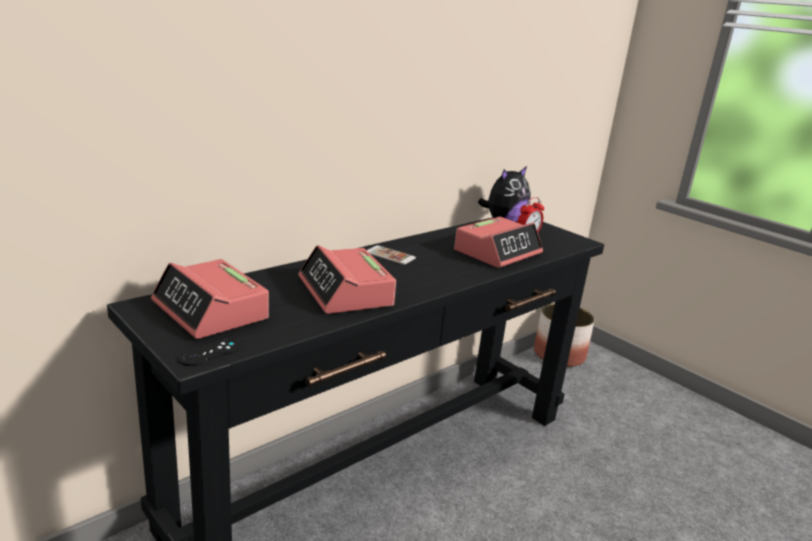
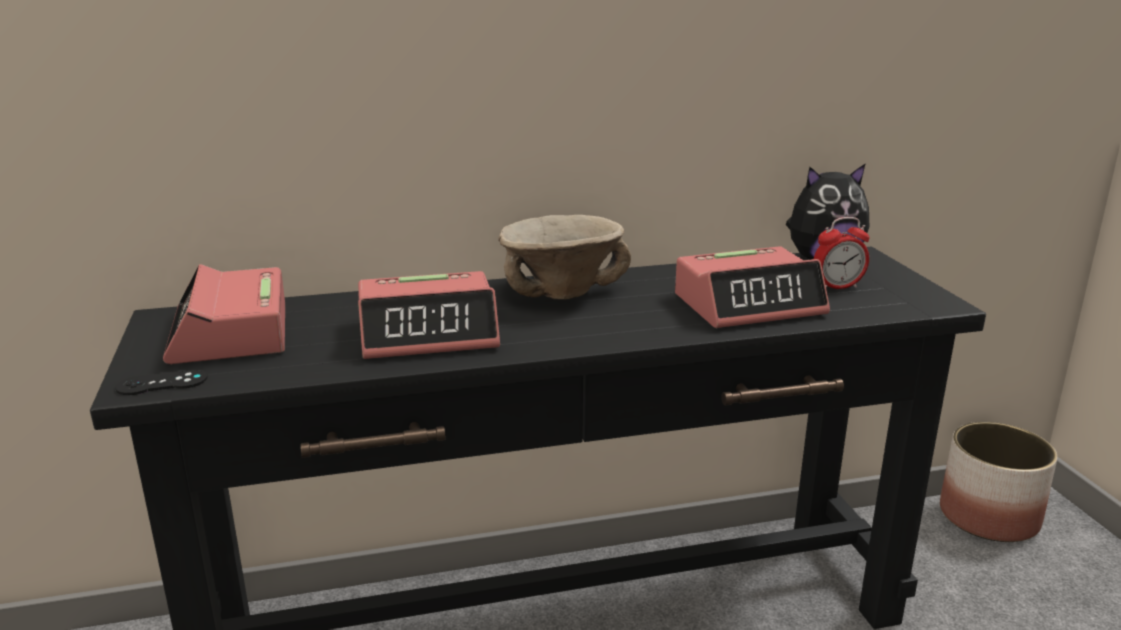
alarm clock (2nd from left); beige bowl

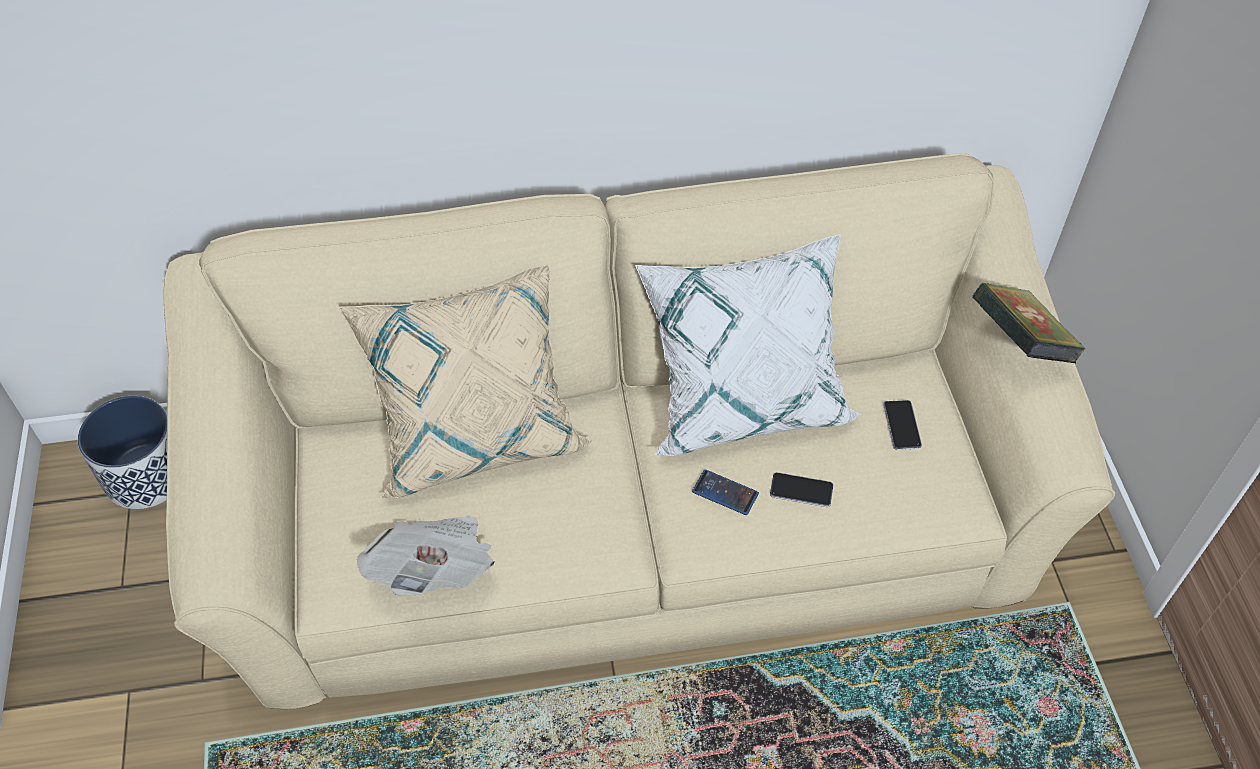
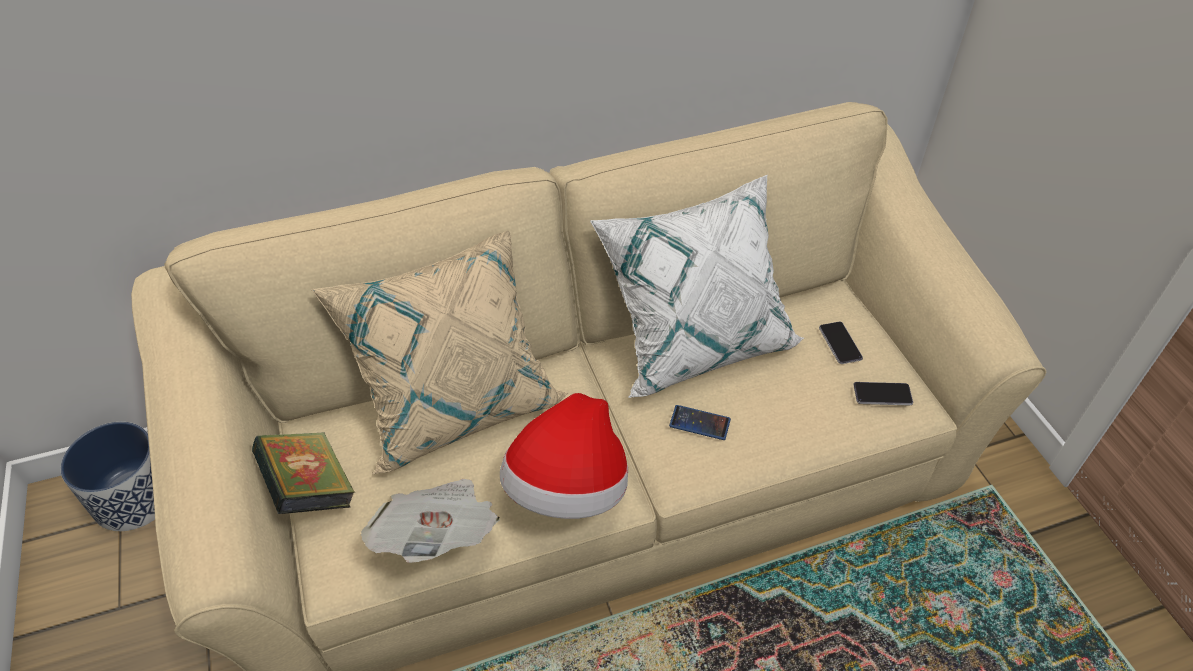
book; hat; phone (3rd from left)

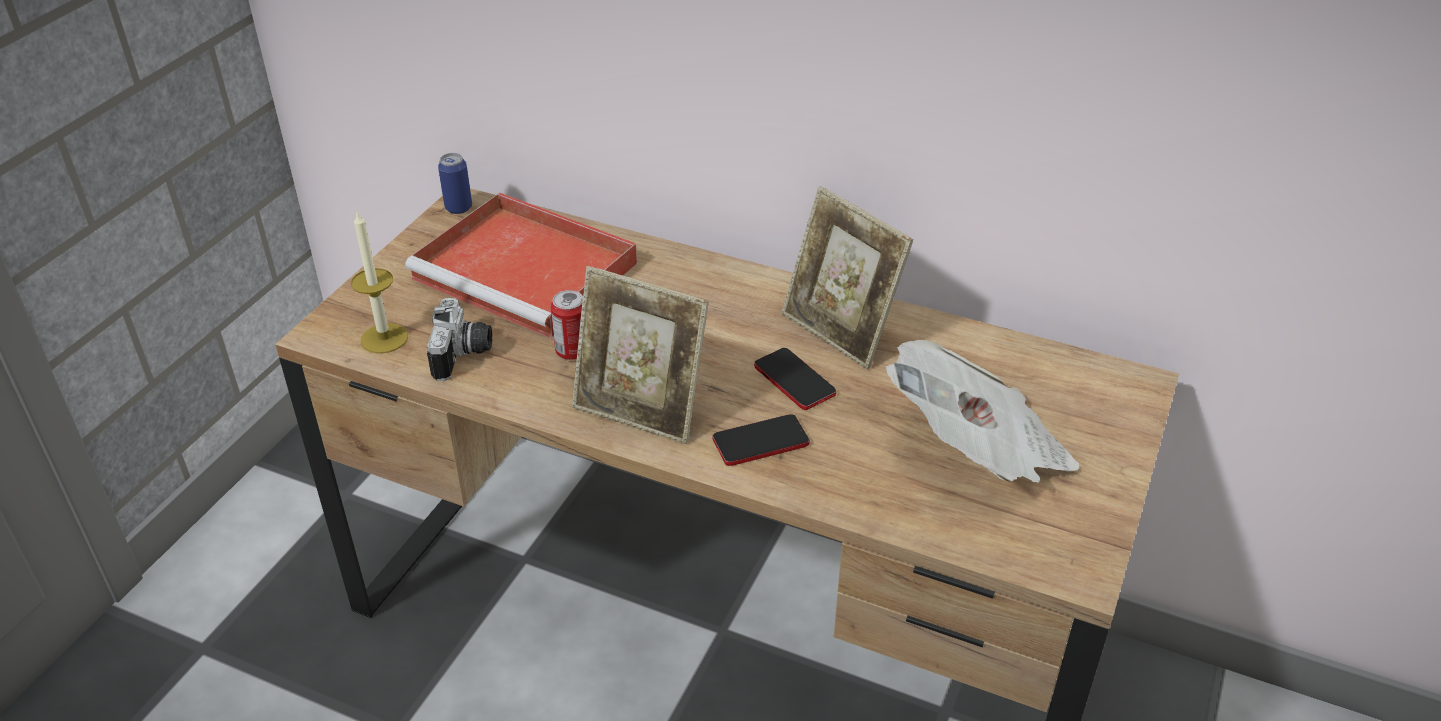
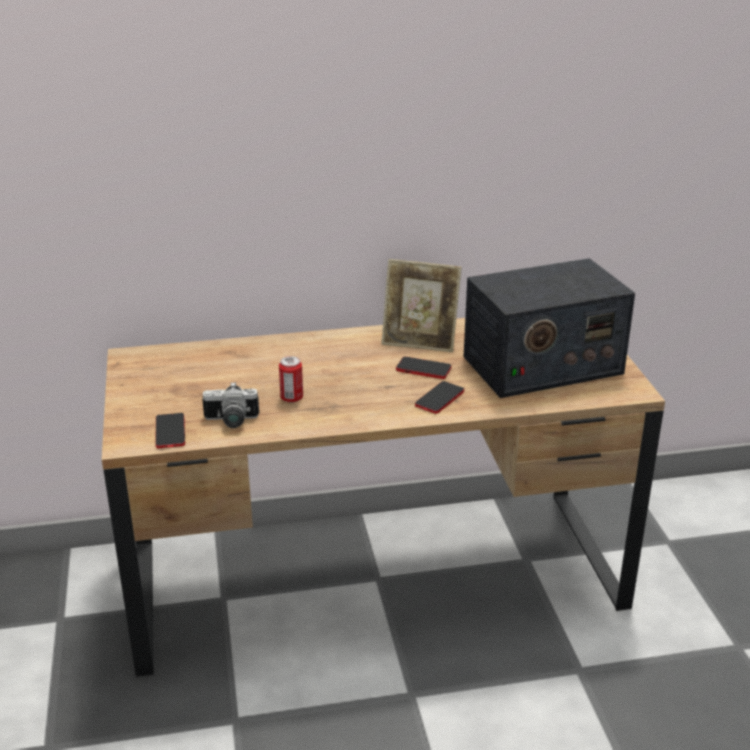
phone (1st from left); photo camera; radio; red tray; can (1st from left in the first image); picture frame (1st from left in the first image)

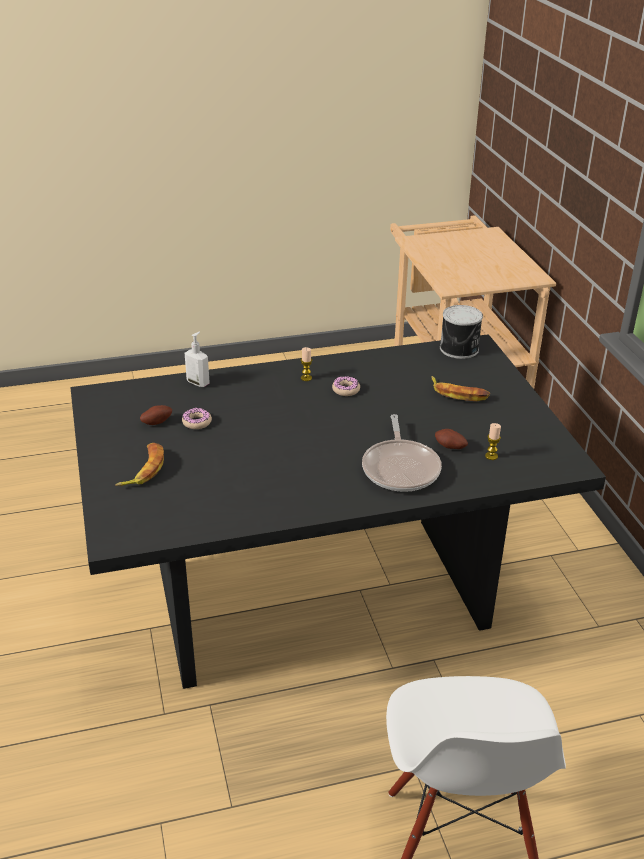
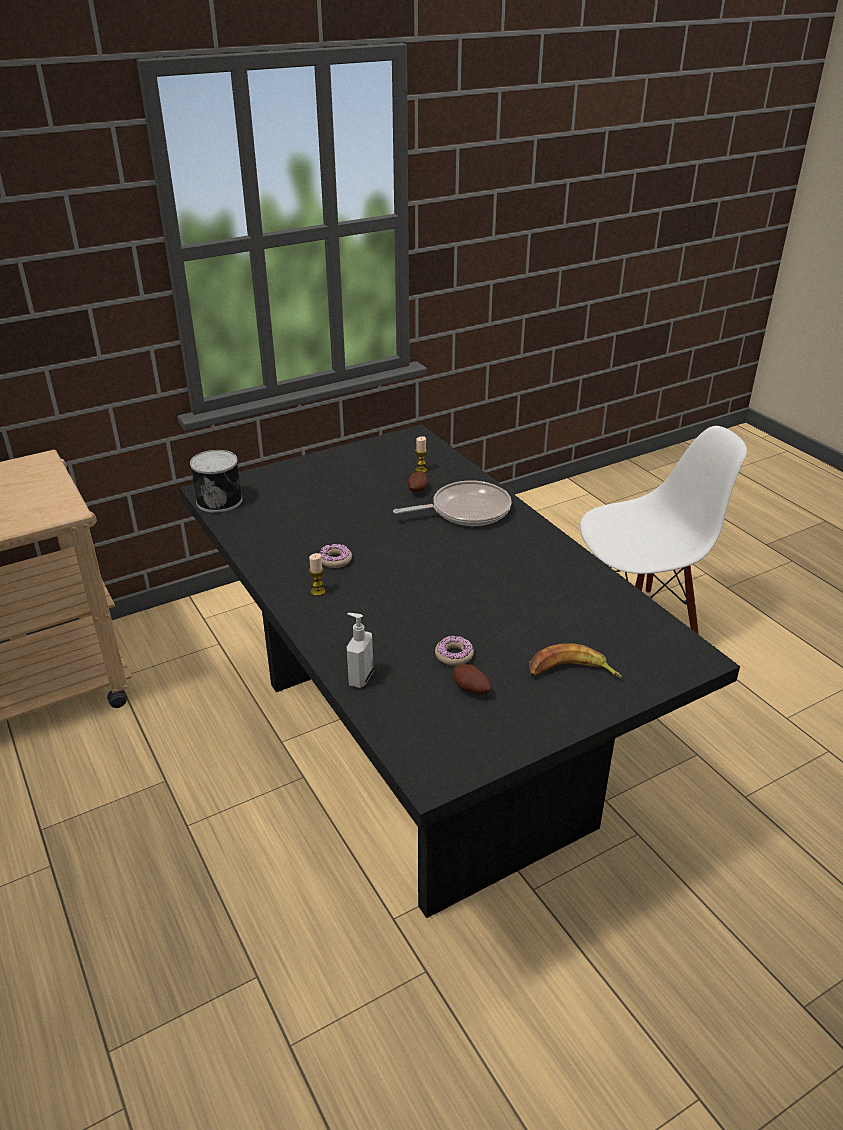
banana (2nd from left in the first image)

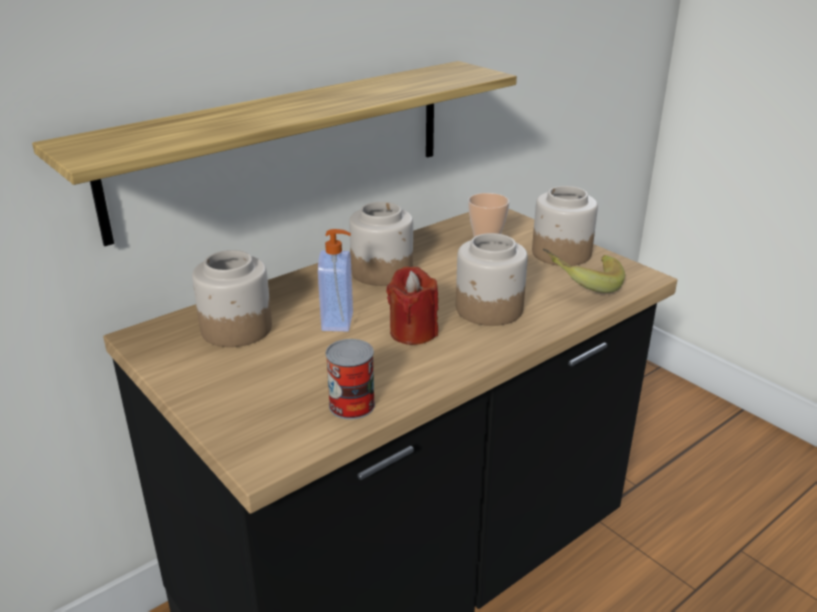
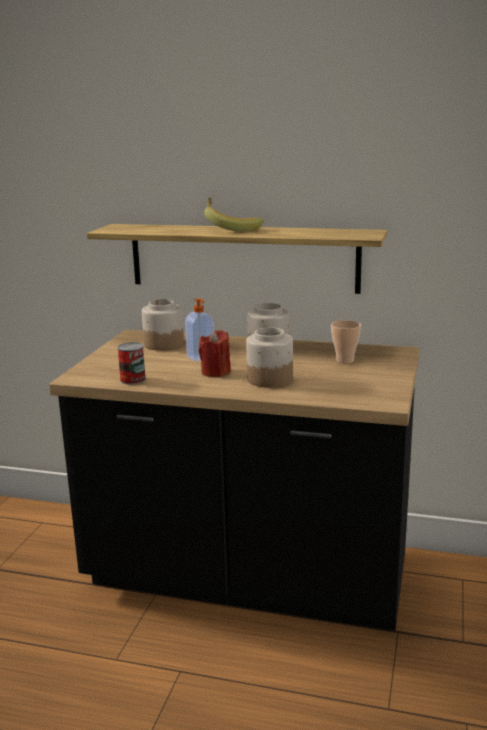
banana; jar (4th from left in the first image)

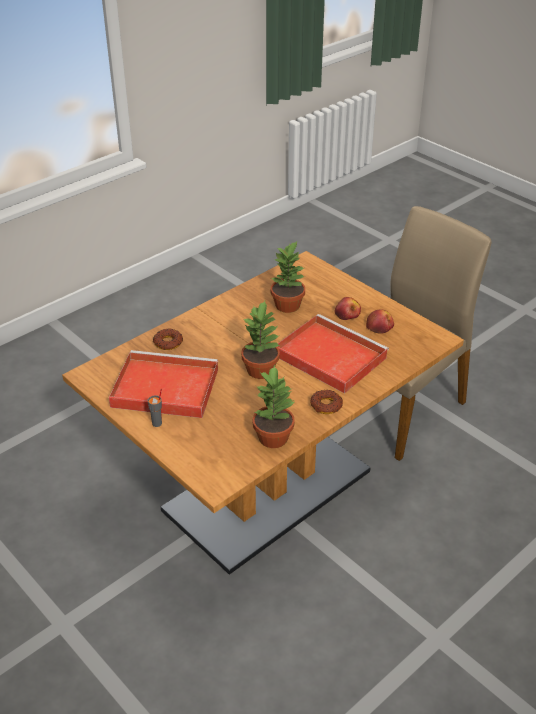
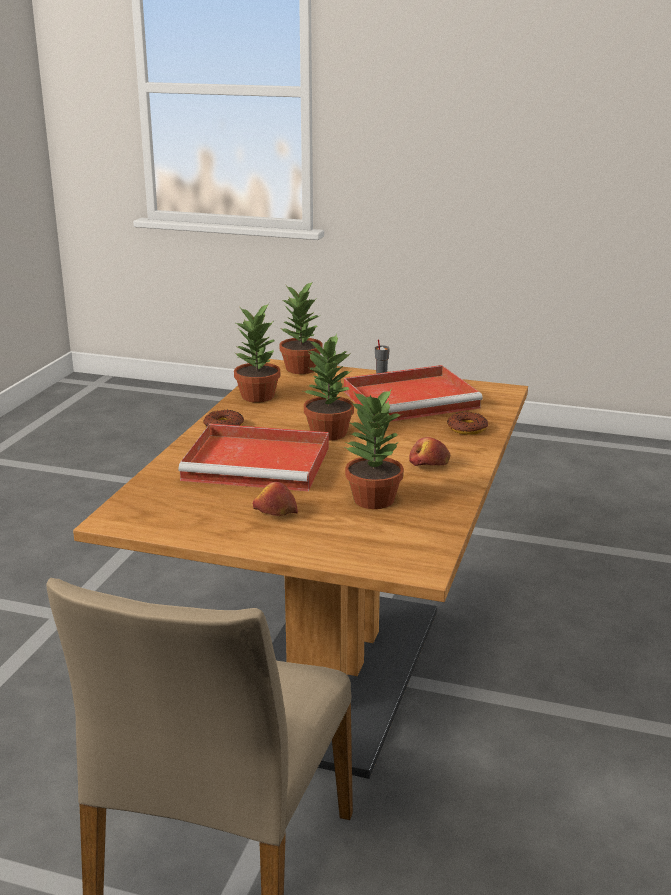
potted plant (2nd from left); apple (2nd from left)

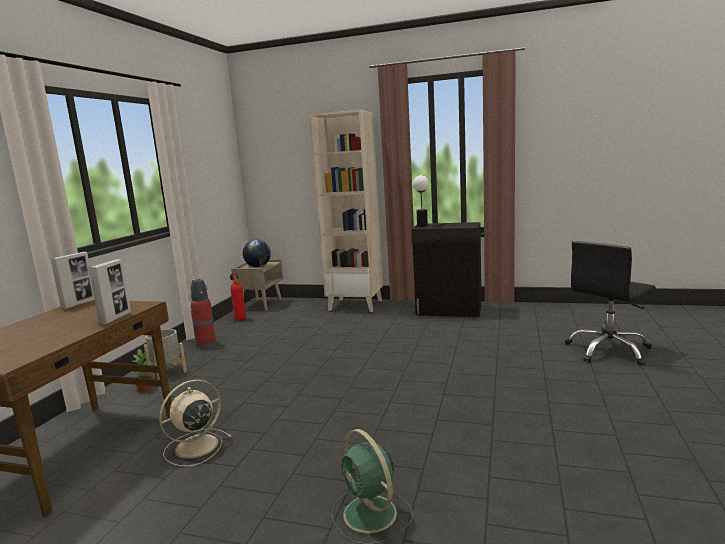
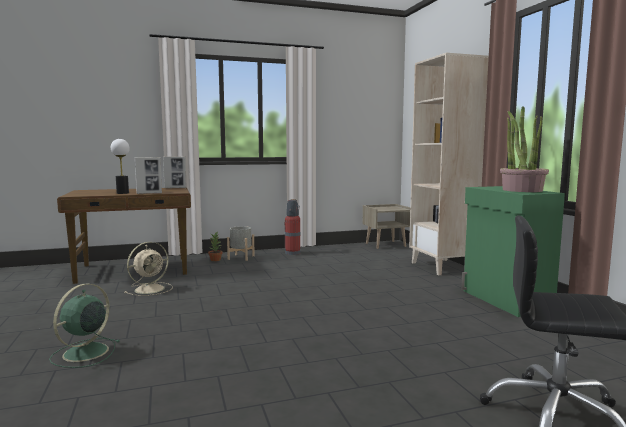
table lamp; beige fan; green cabinet; potted plant (2nd from left); fire extinguisher (2nd from left in the first image); globe

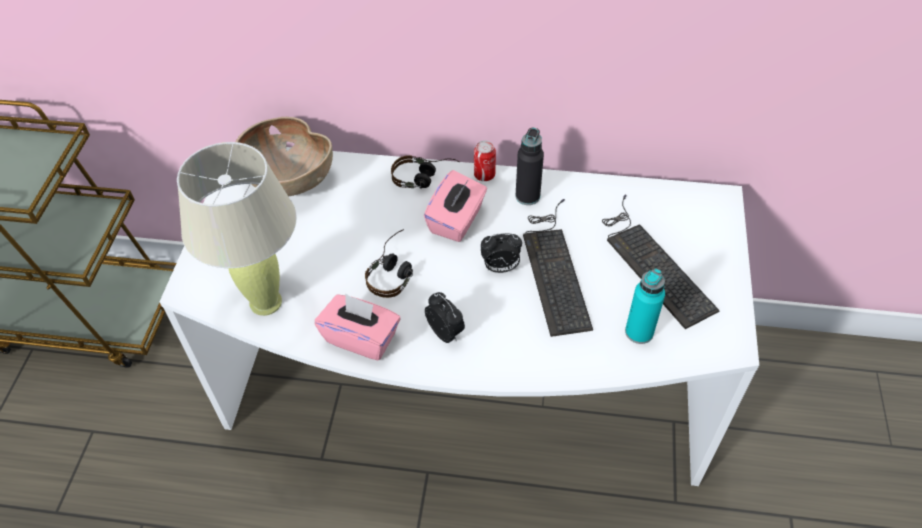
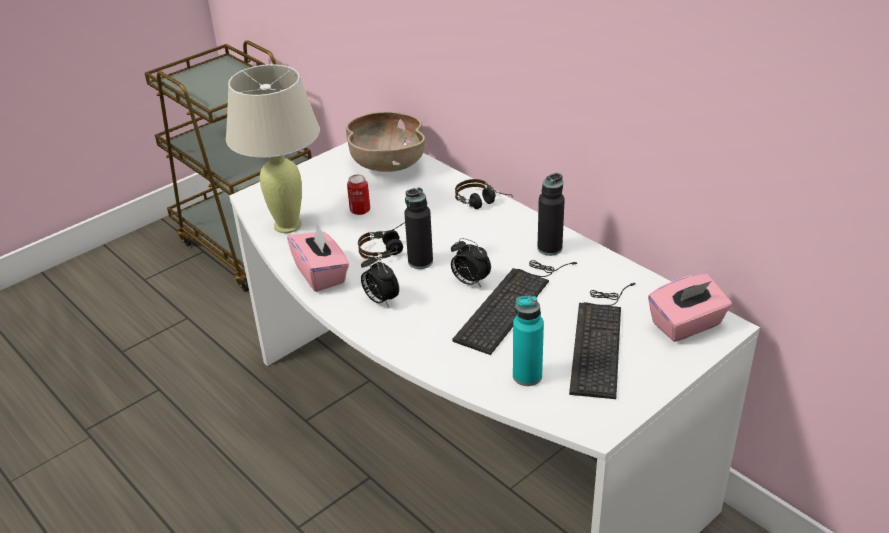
can; alarm clock (1st from left); black bottle (1st from left); pink tissue box (2nd from left)

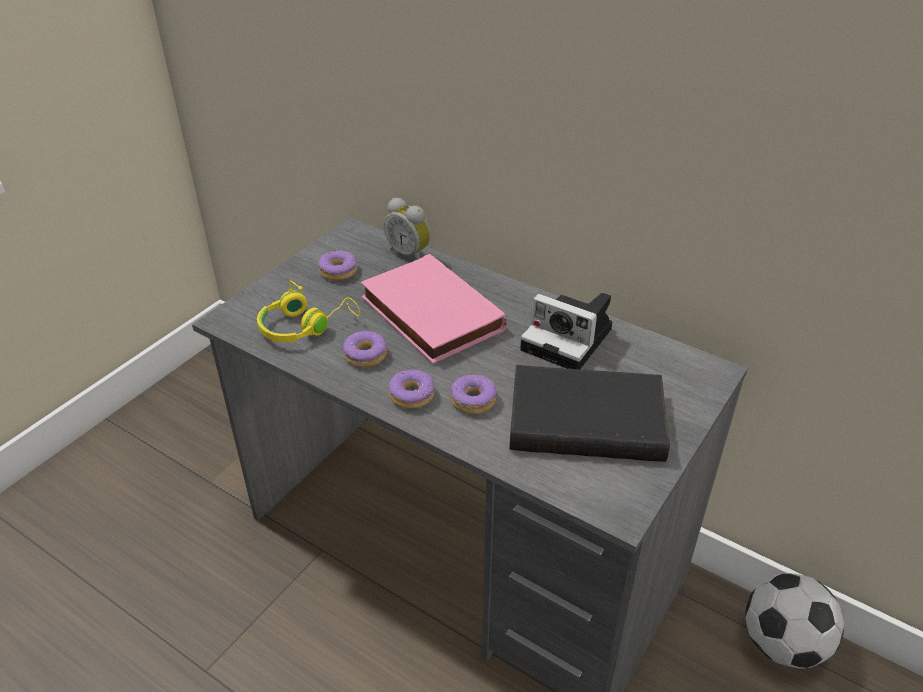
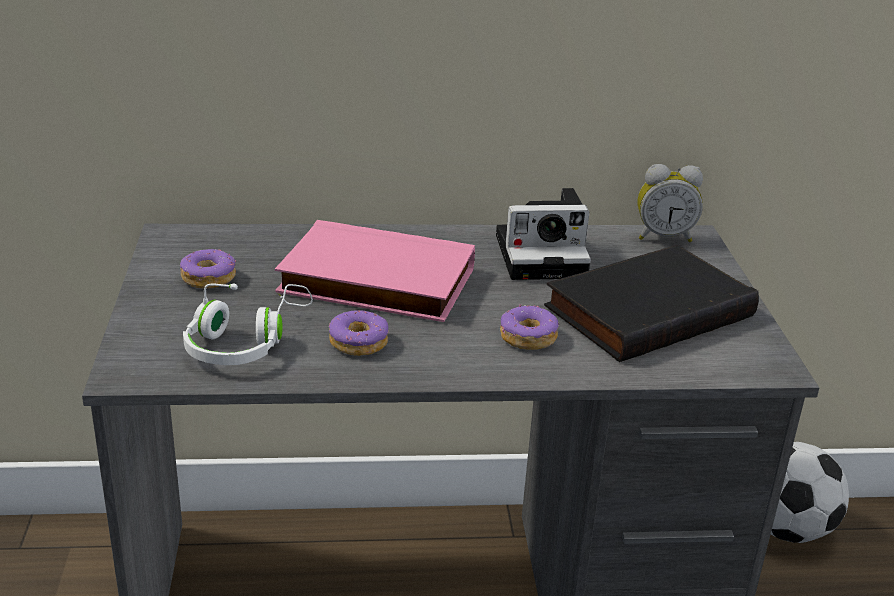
white headphones; alarm clock; donut (3rd from left in the first image)

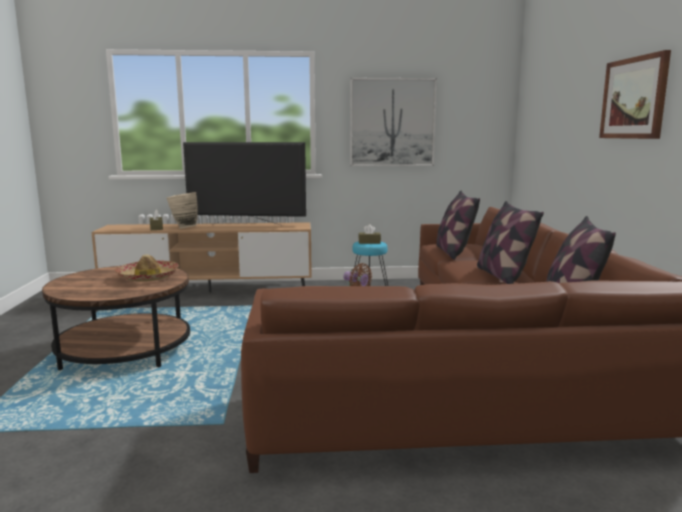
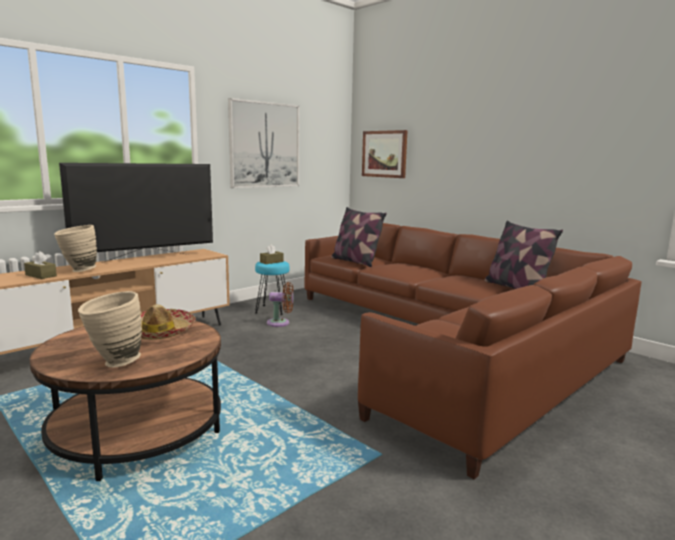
beige vase (2nd from left); picture (2nd from left); pillow (2nd from left in the first image)

